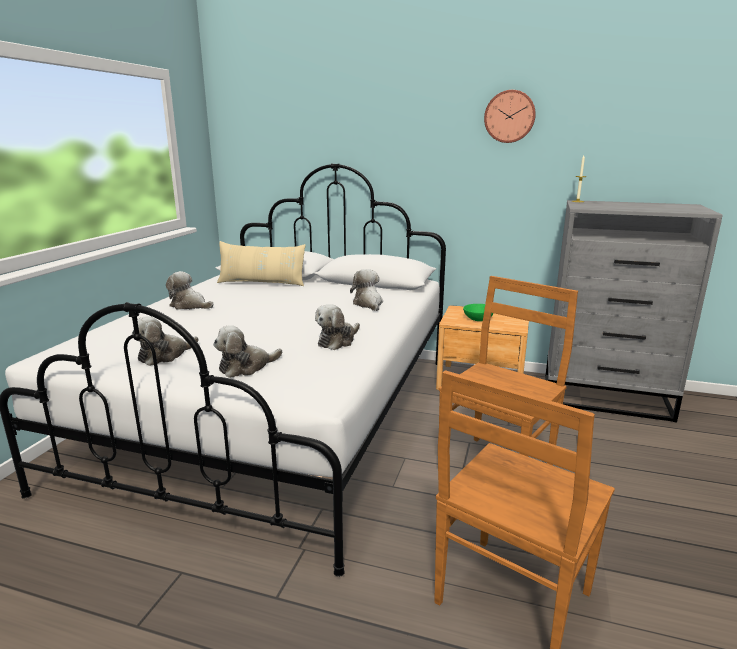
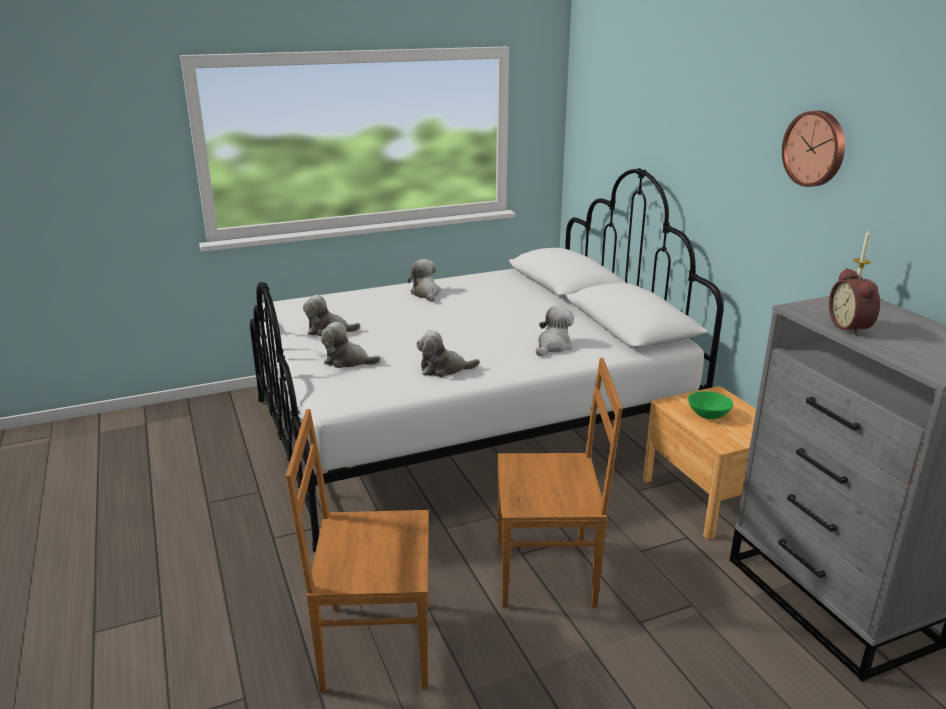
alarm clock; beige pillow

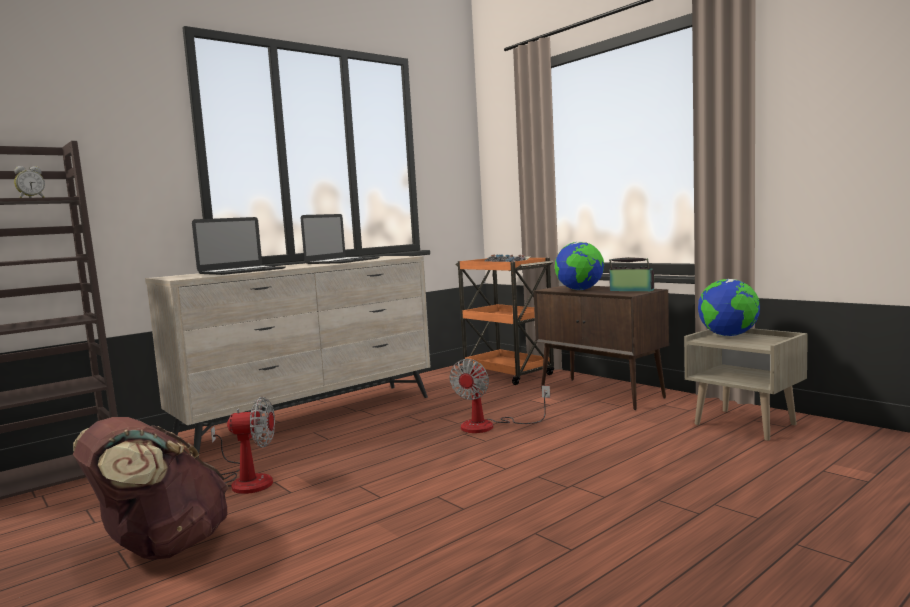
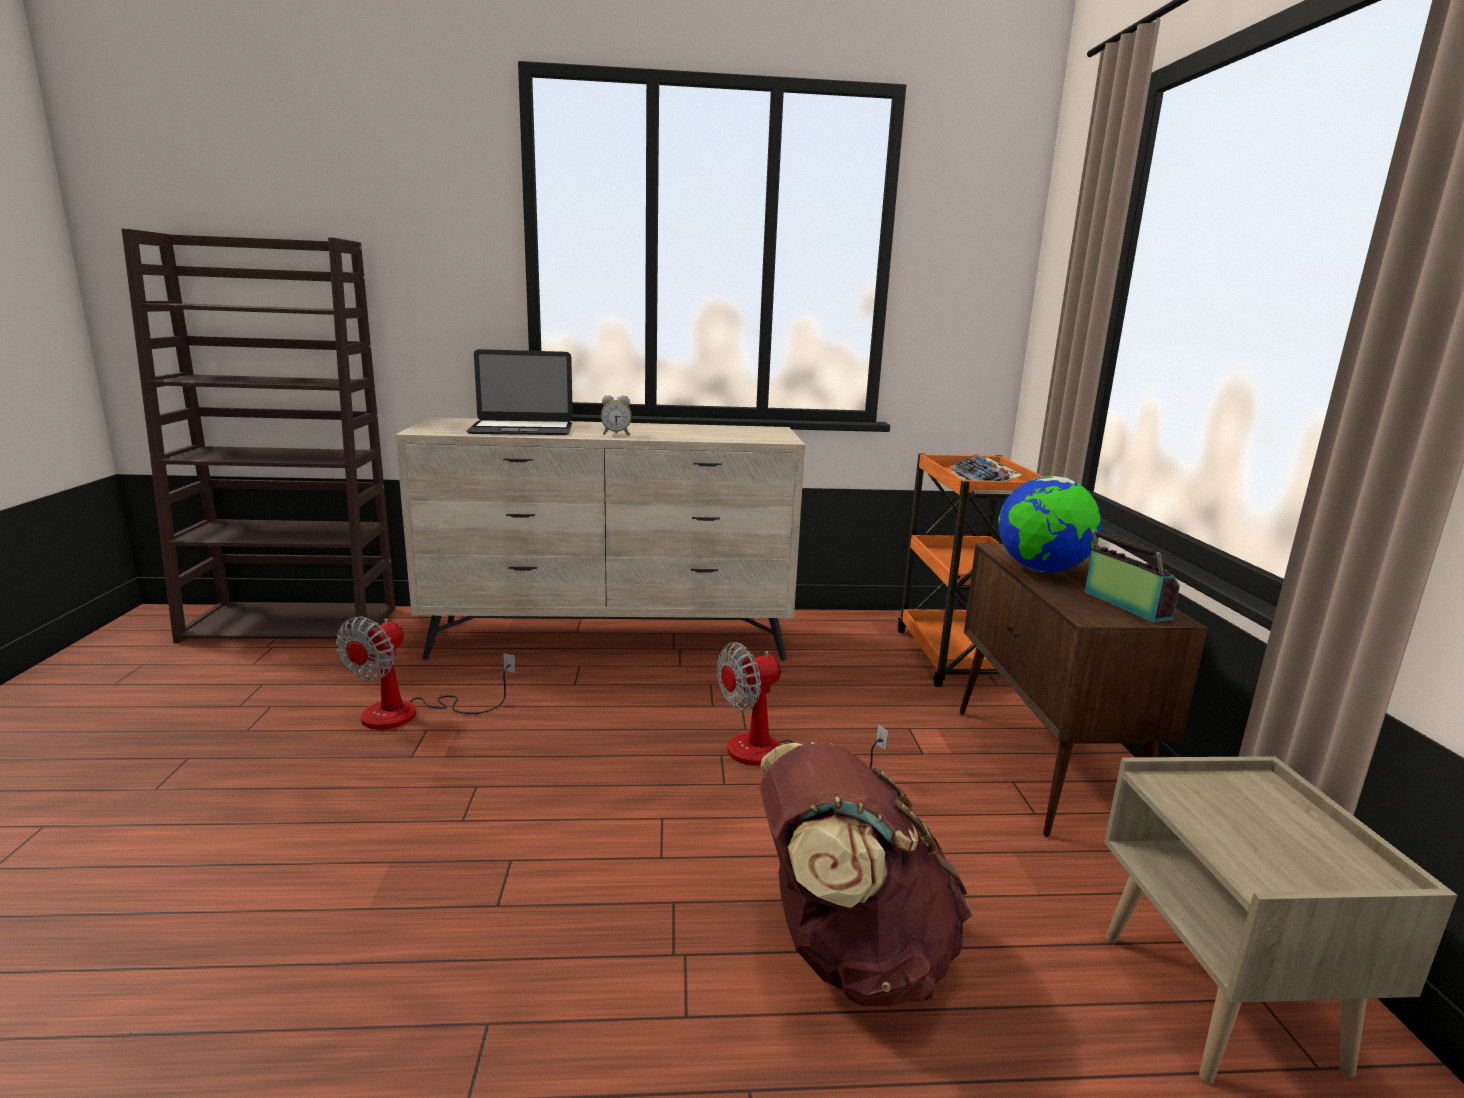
fan (1st from left); alarm clock; brown backpack; laptop (2nd from left in the first image); globe (2nd from left in the first image)

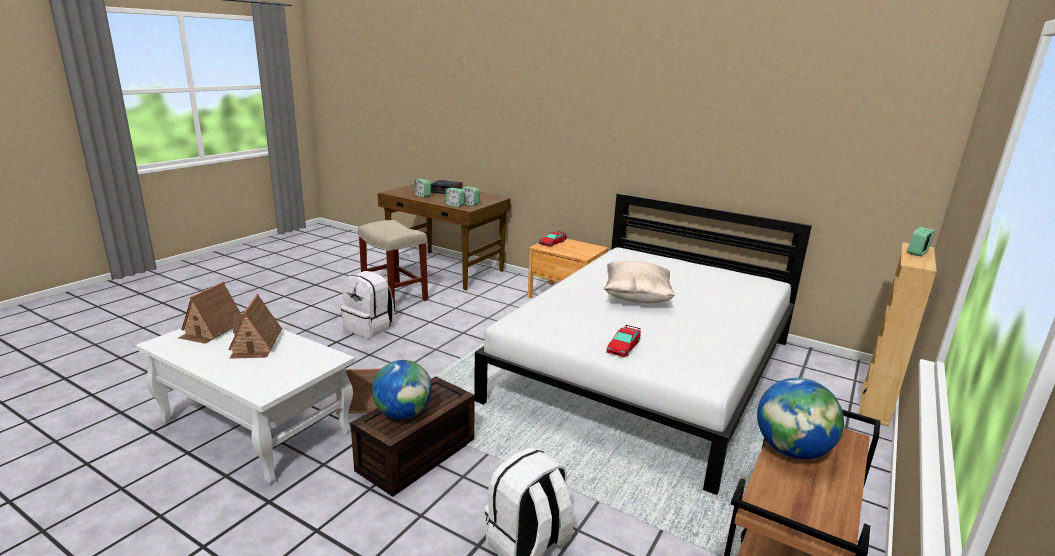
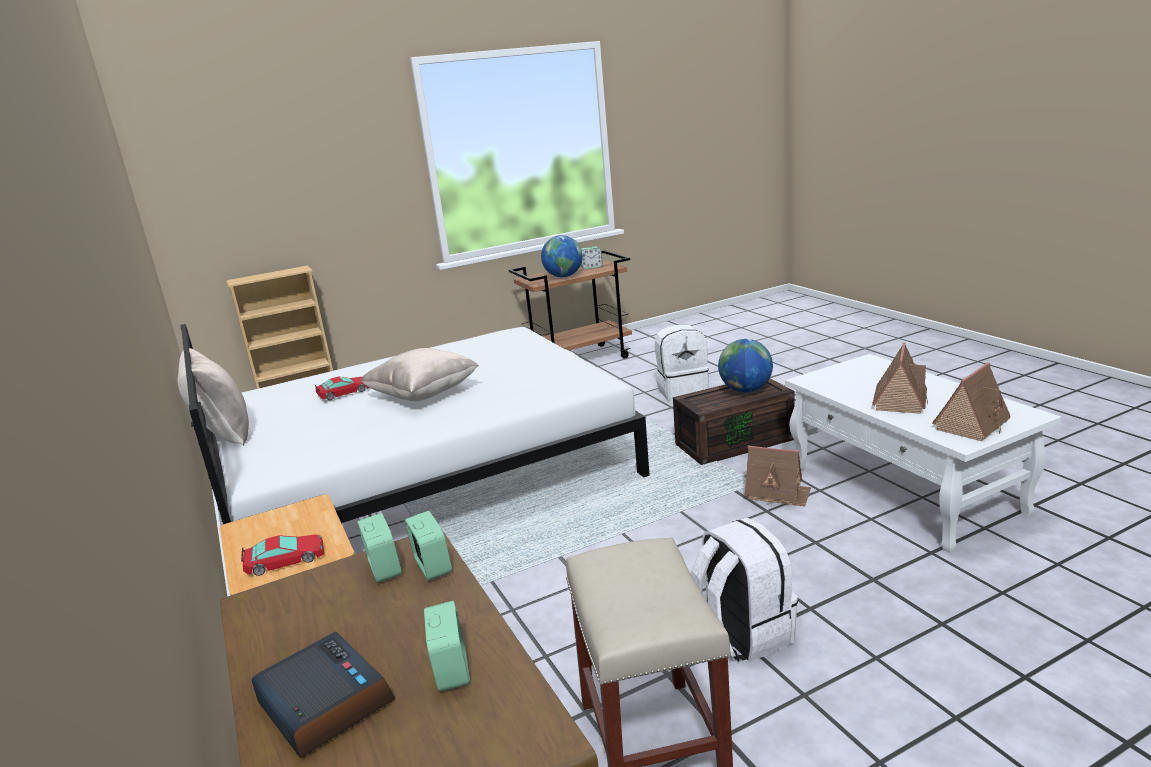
beige pillow (1st from left); toy car (2nd from left); alarm clock (5th from left)

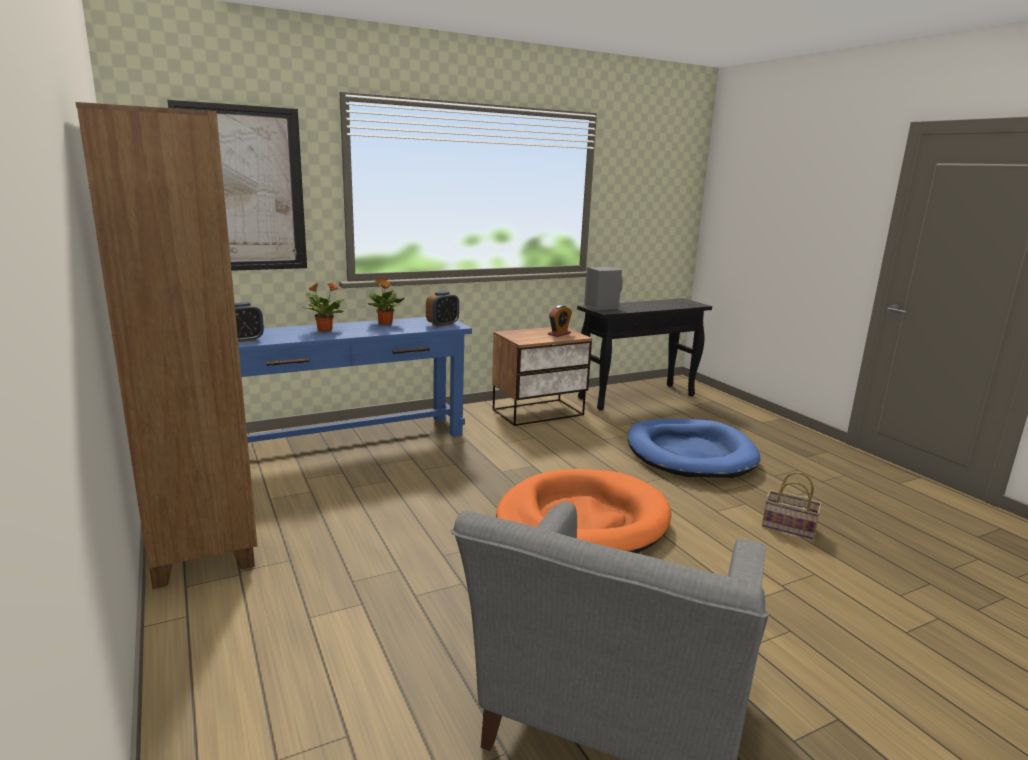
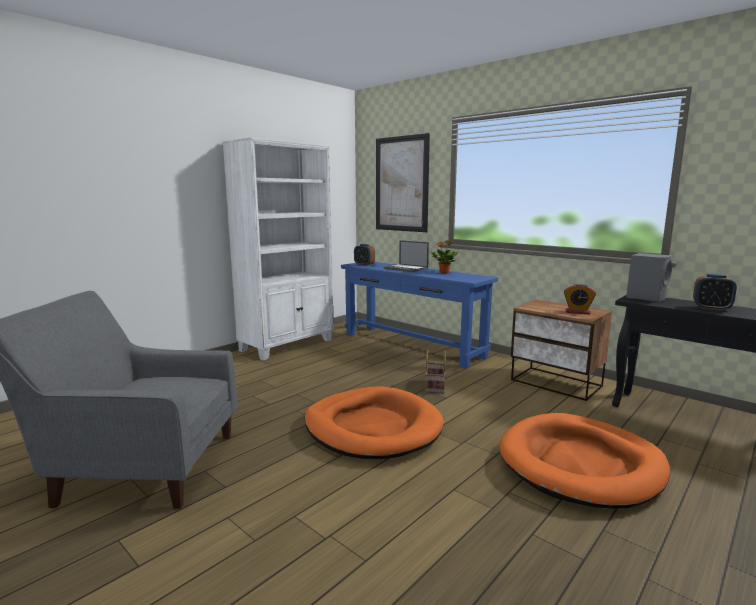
white bookcase; laptop; basket; orange dog bed (2nd from left); alarm clock (3rd from left)

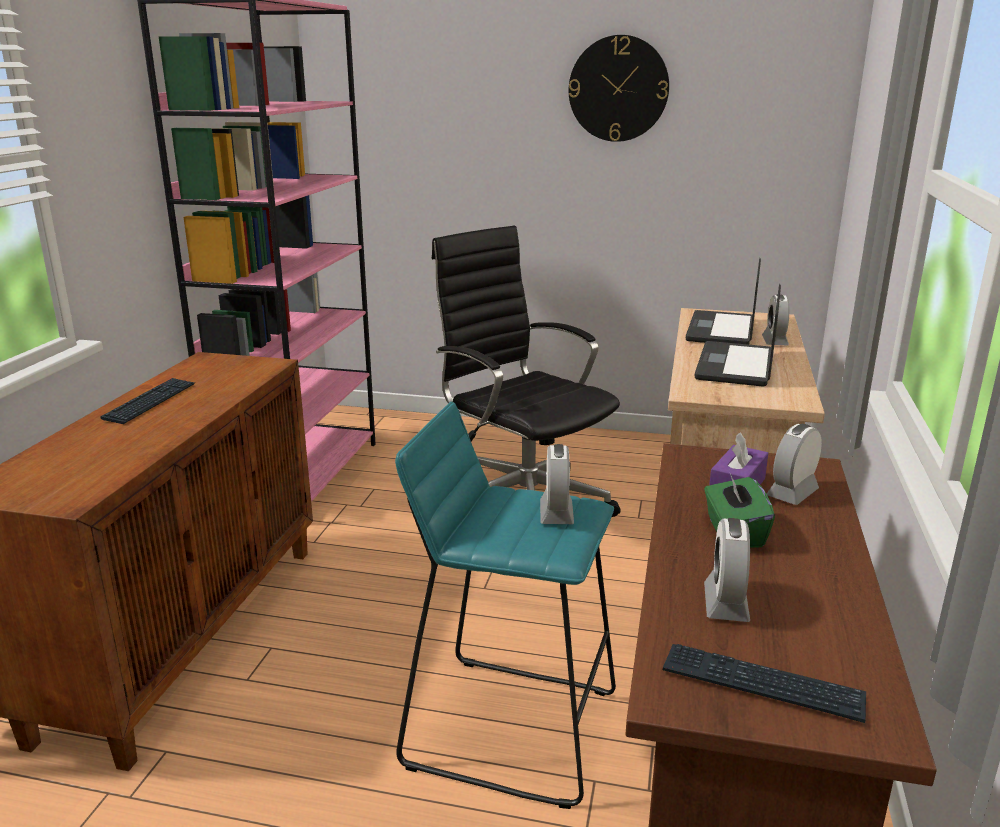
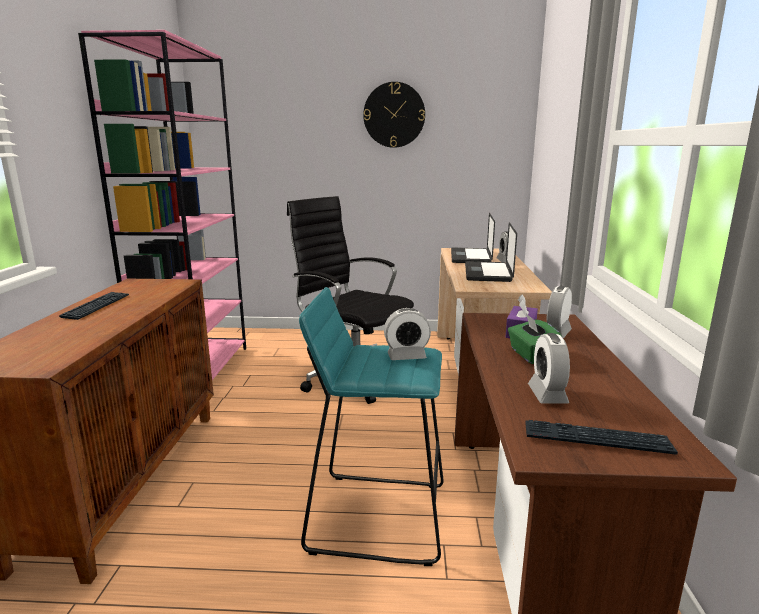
alarm clock (1st from left)

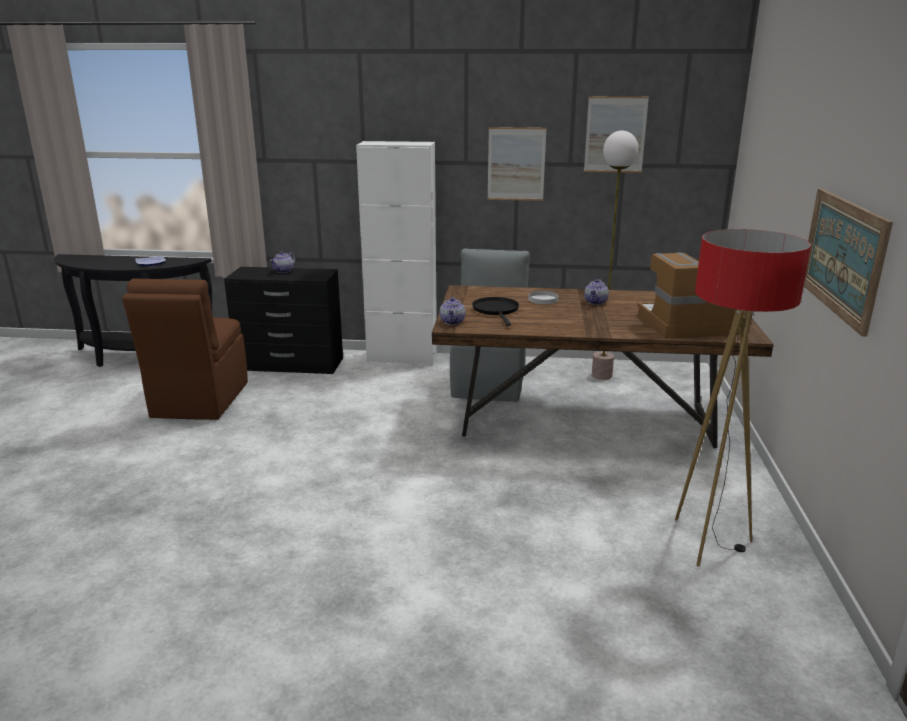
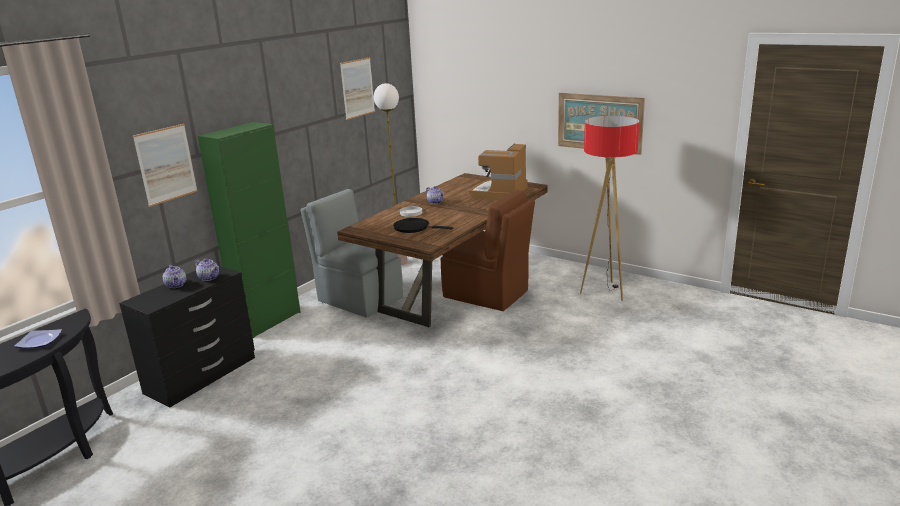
picture (1st from left); teapot (2nd from left); green cabinet; brown chair

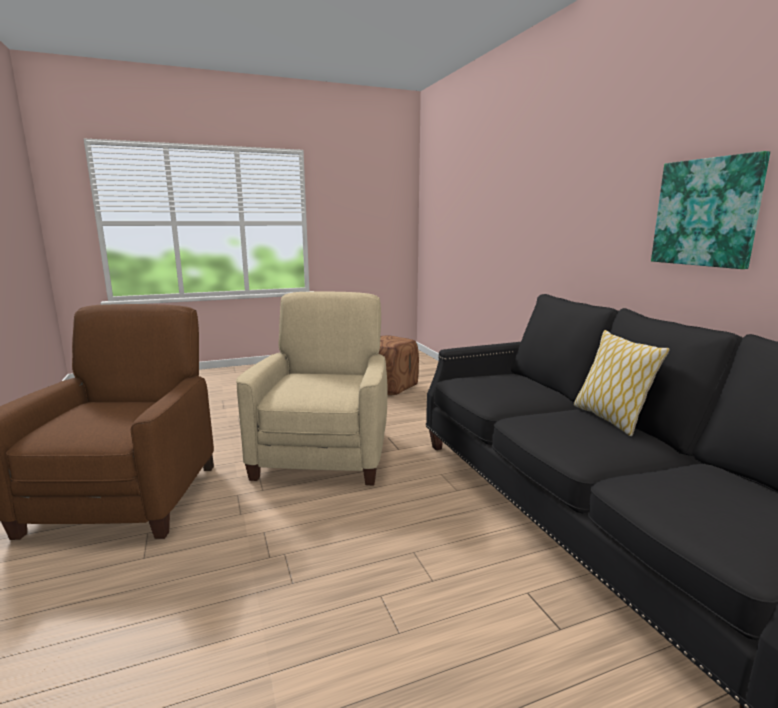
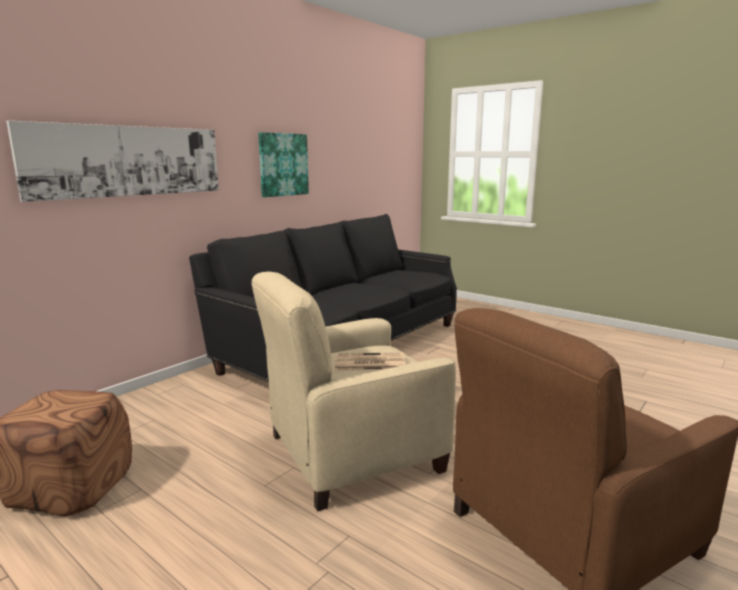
picture (1st from left); newspaper; pillow

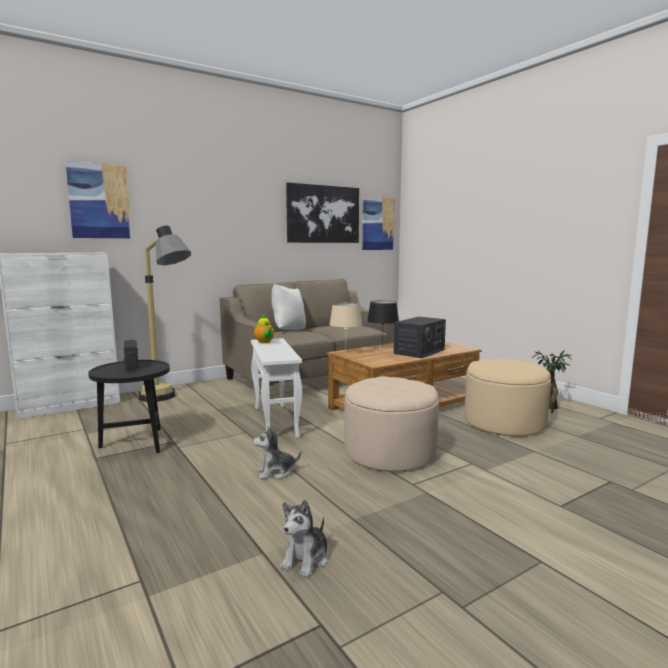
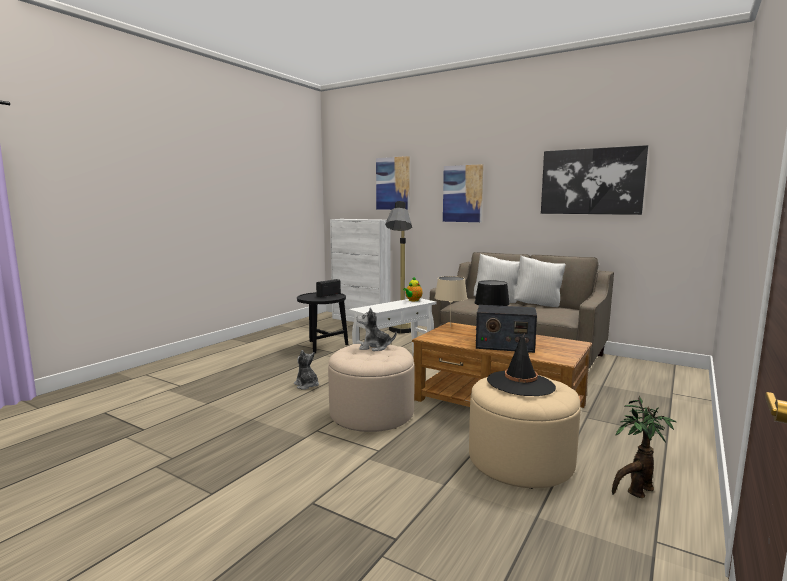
plush toy (2nd from left); picture (2nd from left); black hat; white pillow (2nd from left)

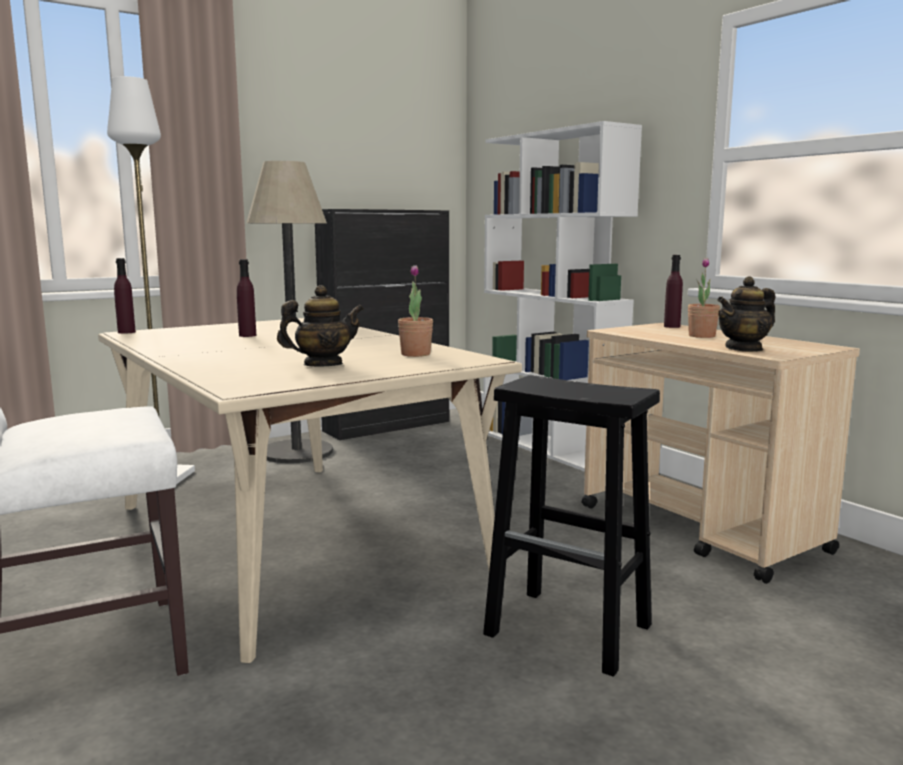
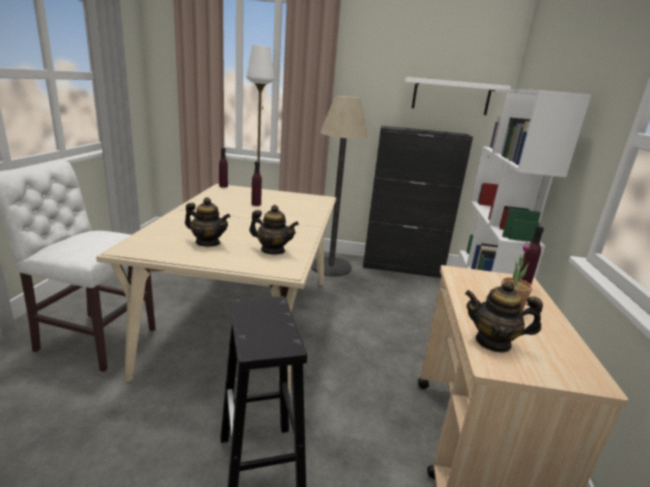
teapot (2nd from left); white shelf

